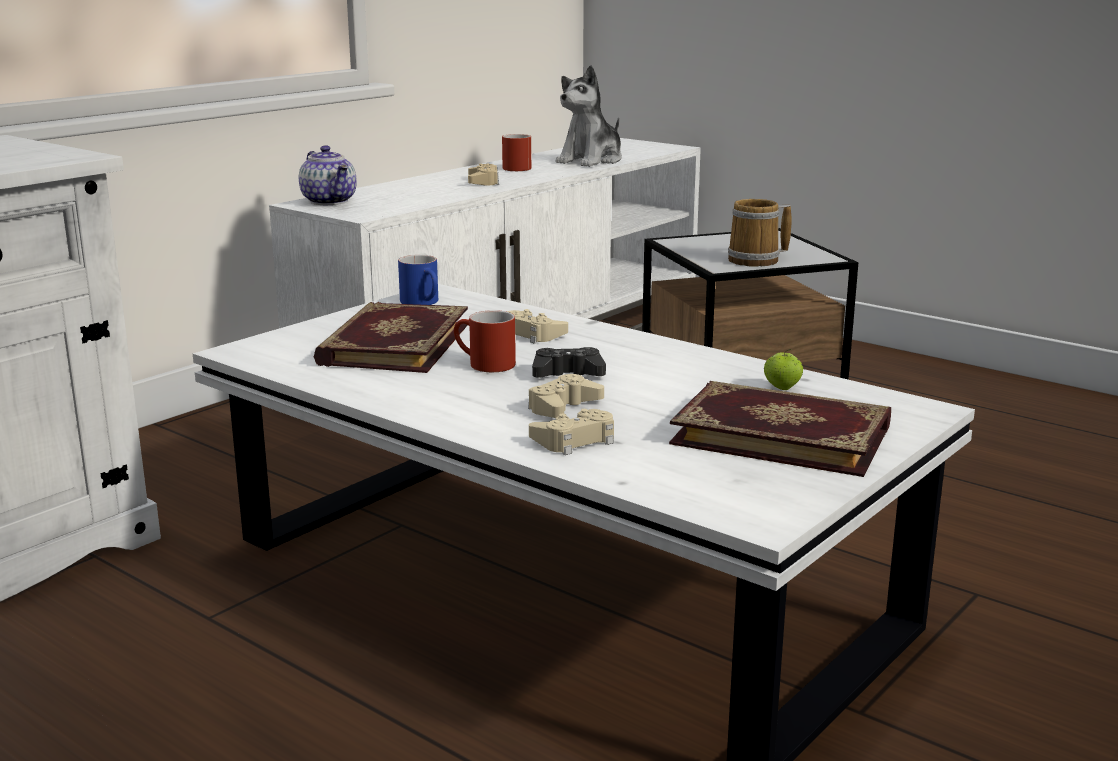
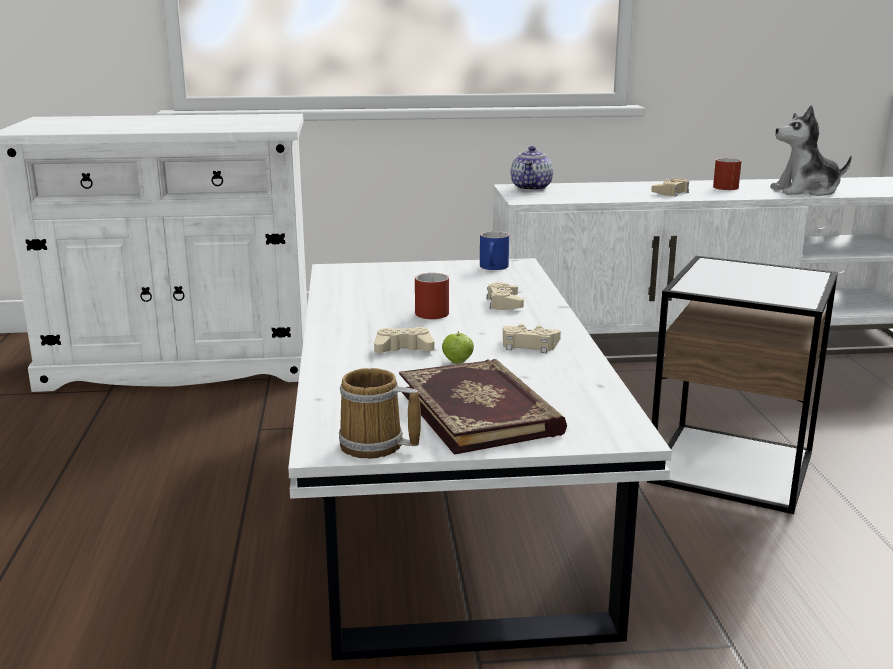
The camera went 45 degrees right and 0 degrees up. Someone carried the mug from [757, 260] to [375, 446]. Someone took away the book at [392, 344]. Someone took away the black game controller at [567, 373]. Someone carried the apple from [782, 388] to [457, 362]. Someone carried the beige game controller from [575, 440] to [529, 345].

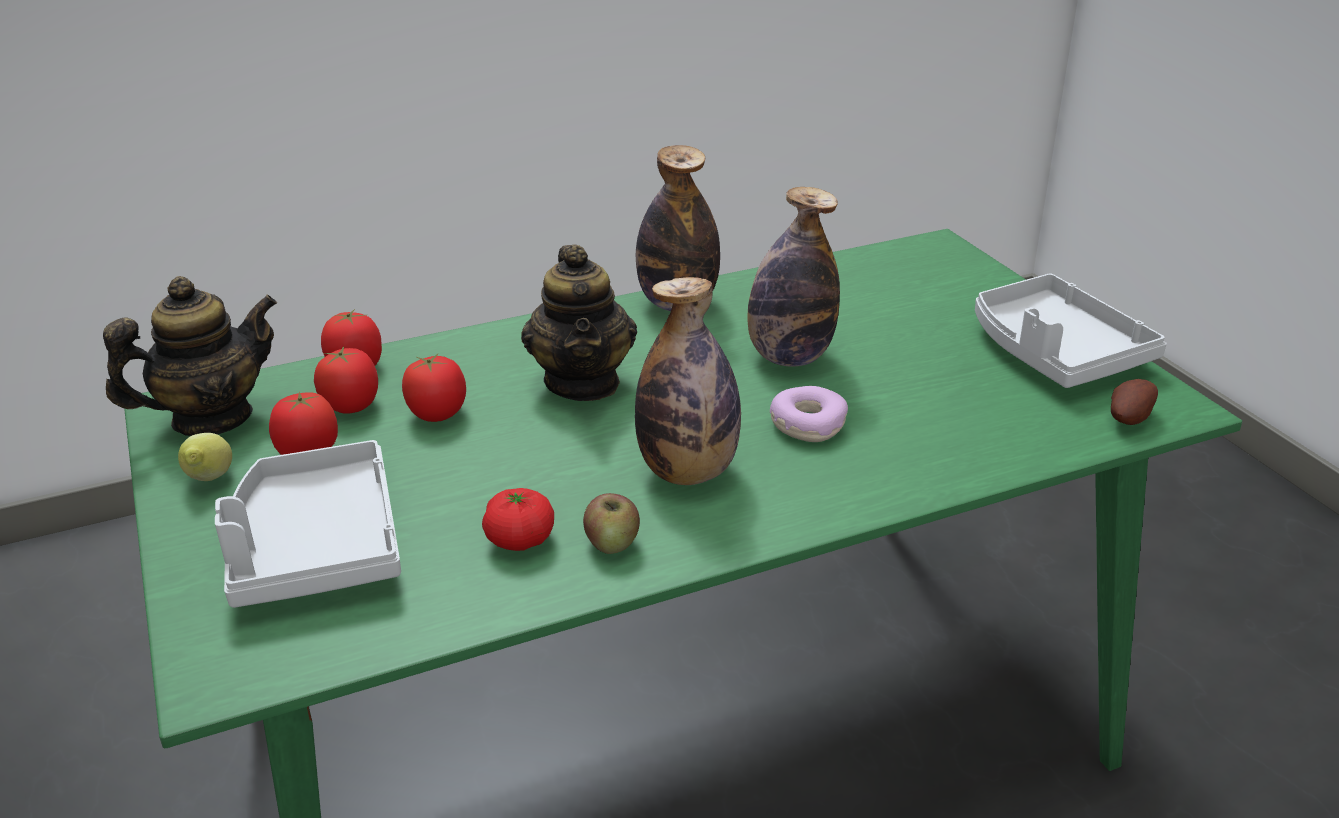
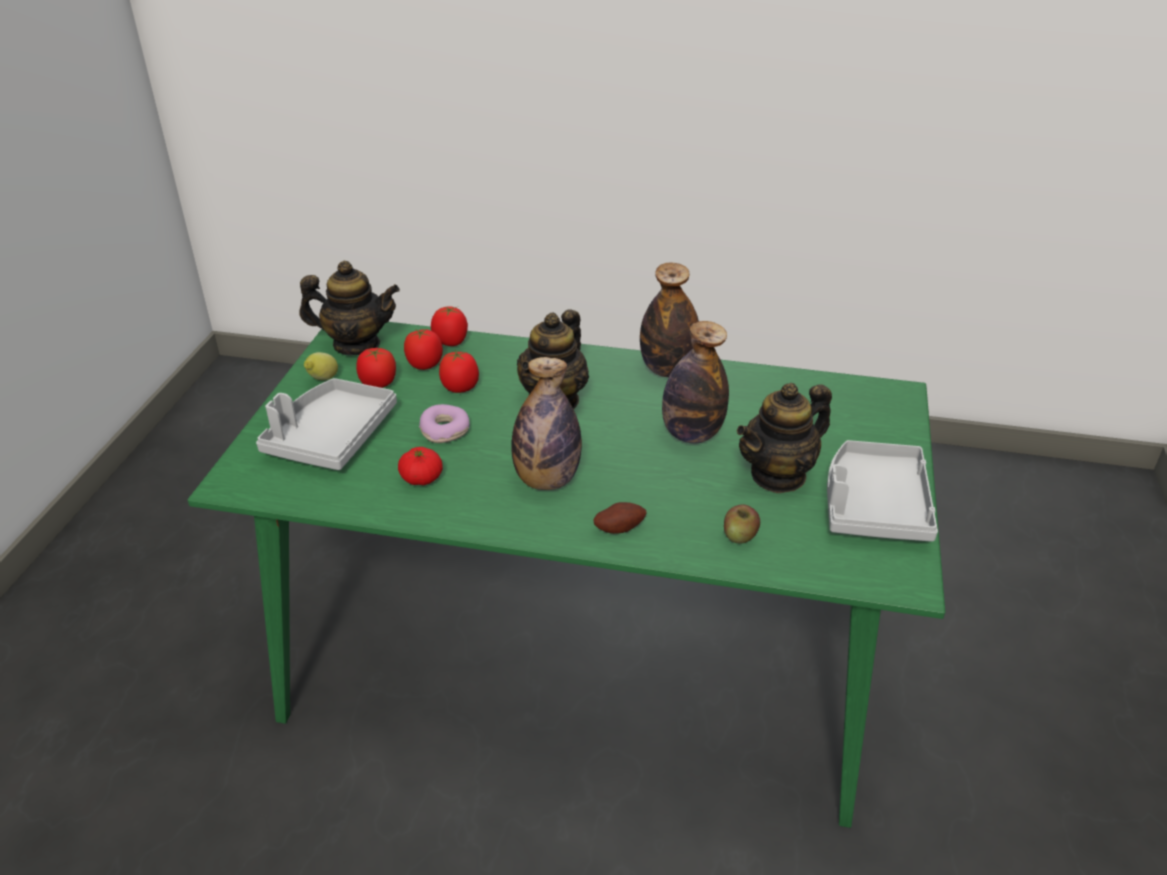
The camera went 35 degrees right and 5 degrees up. Someone carried the potato from [1128, 417] to [619, 527]. Someone carried the donut from [807, 424] to [445, 430]. Someone carried the apple from [612, 543] to [740, 536]. Someone put down the teapot at [778, 475].

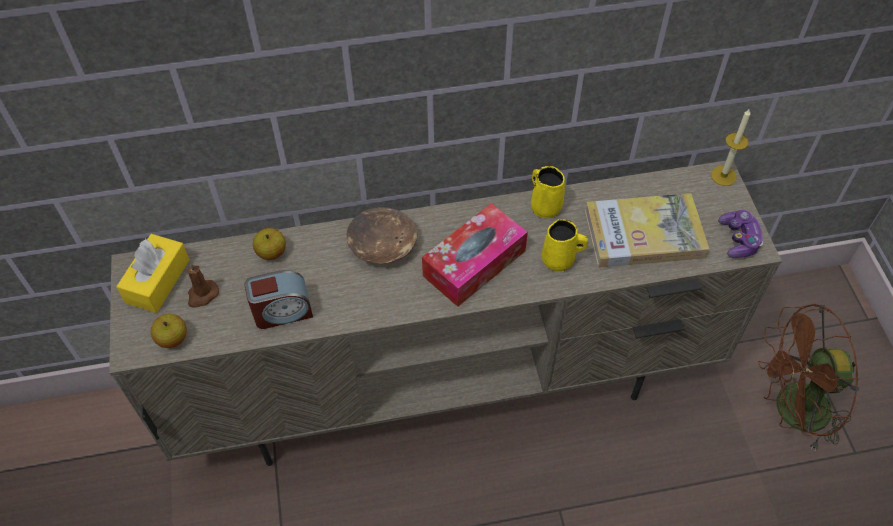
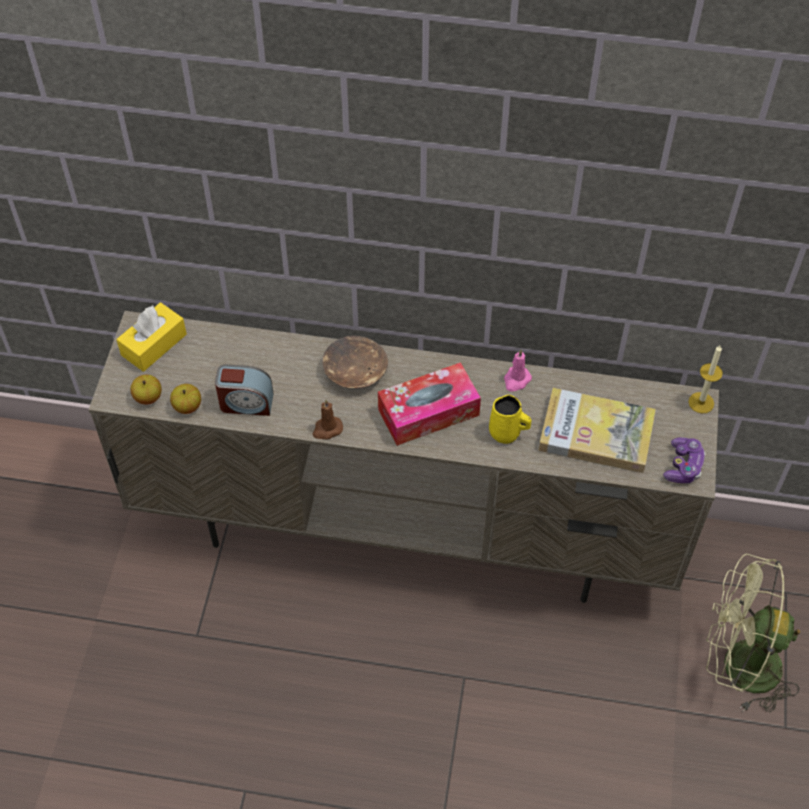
The camera went 20 degrees right and 0 degrees up. Someone swapped the yellow mug at [544, 206] for the pink candle at [516, 380]. Someone carried the apple from [271, 252] to [187, 407]. Someone carried the brown candle from [202, 295] to [327, 429]. Someone repainted the brown fan at [791, 411], which became the green fan at [738, 666].

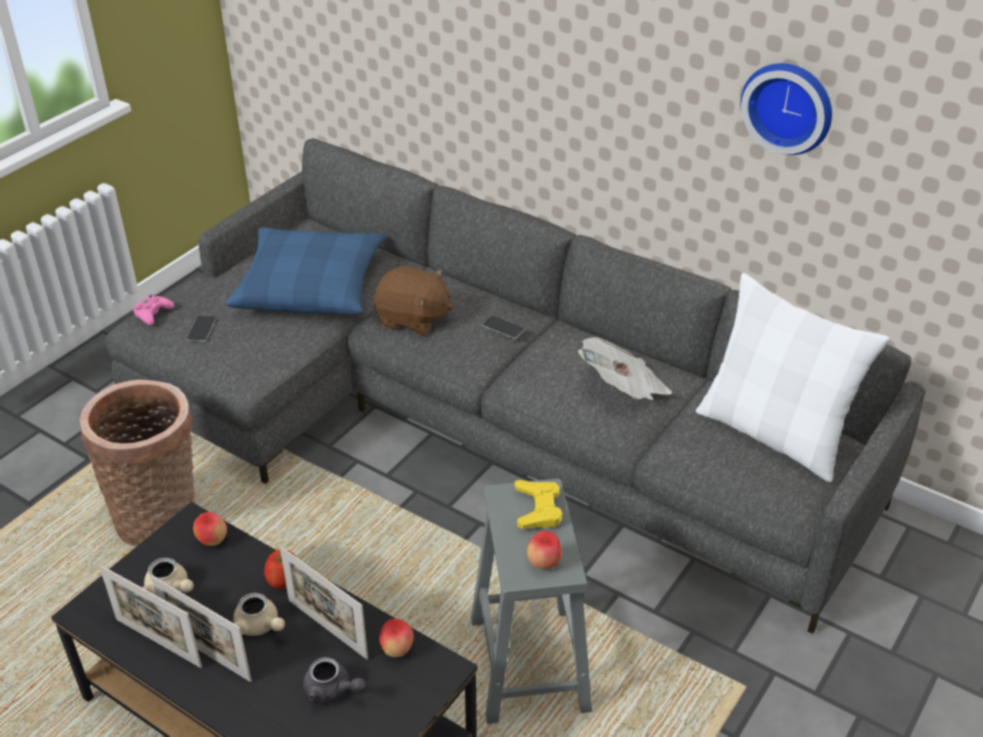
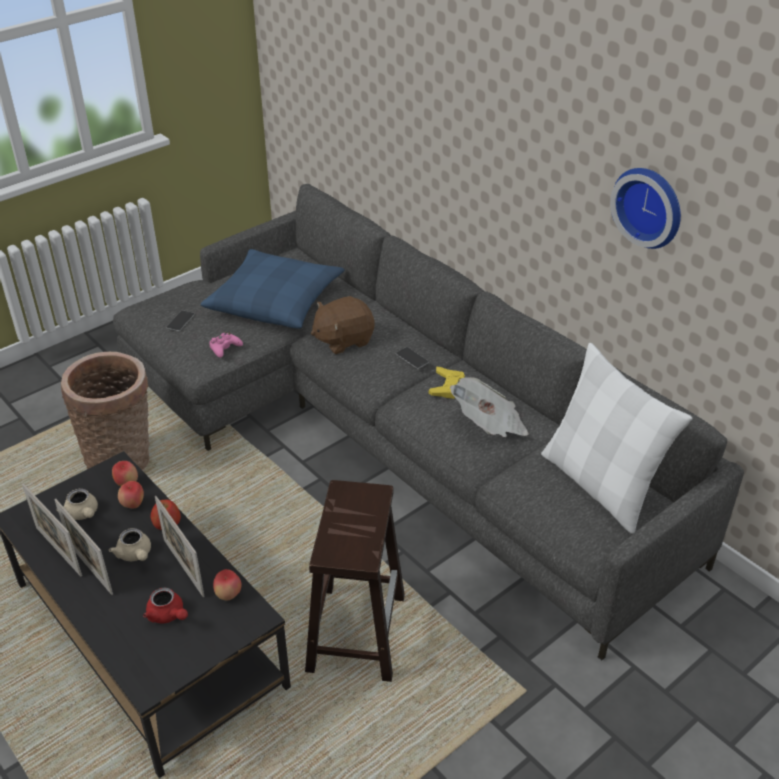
The camera went 15 degrees right and 0 degrees up. Someone rotated the brown plush toy at [413, 319] by 120 degrees clockwise. Someone carried the pink game controller from [153, 314] to [225, 348]. Someone repainted the grey stool at [528, 662], which became the brown stool at [356, 631]. Someone carried the yellow game controller from [538, 509] to [447, 386]. Someone carried the apple from [544, 563] to [133, 505]. Someone repainted the grey teapot at [332, 691], which became the red teapot at [168, 615].

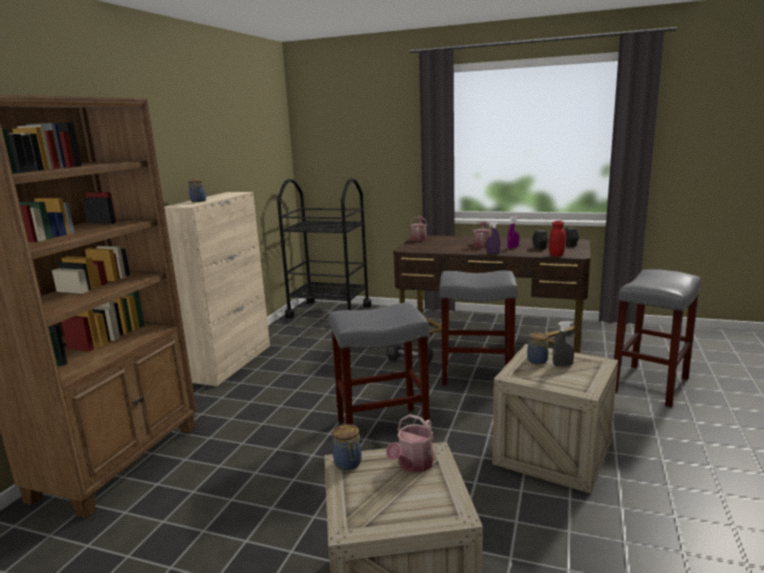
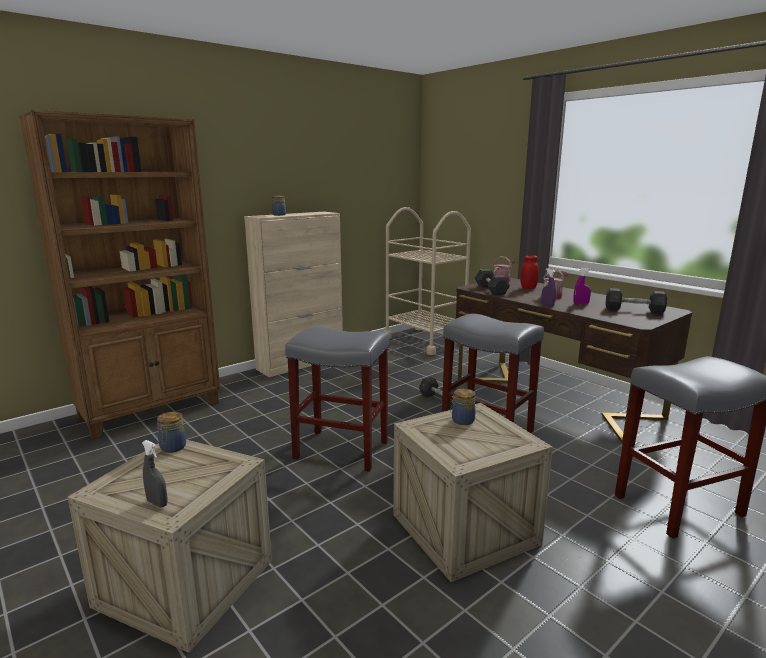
The camera went 30 degrees right and 0 degrees up. Someone repainted the black cart at [329, 311], which became the beige cart at [425, 340]. Someone carried the red jar from [556, 255] to [528, 288]. Someone carried the grey spray bottle from [562, 365] to [157, 503]. Someone took away the watering can at [413, 465]. Someone put down the grey dumbbell at [491, 290].

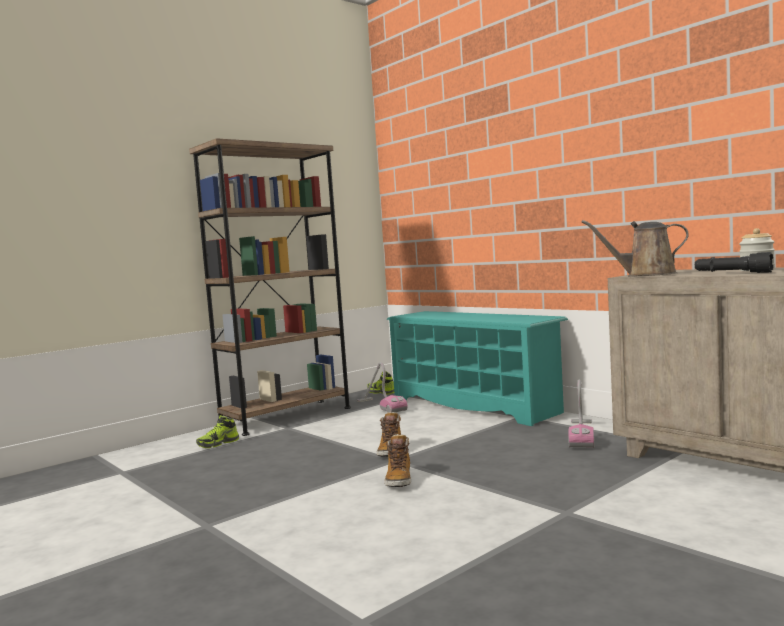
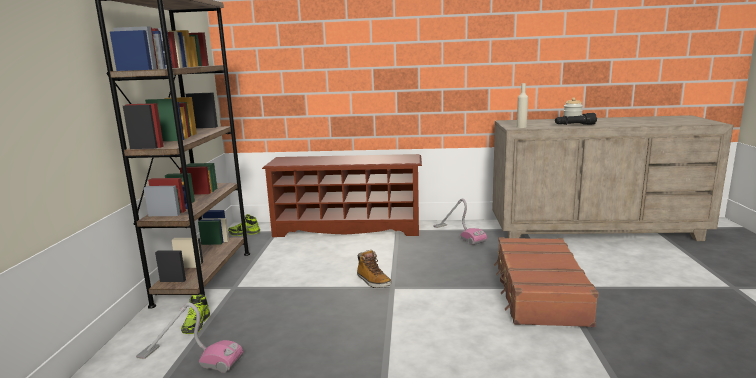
The camera went 45 degrees left and 10 degrees up. Someone swapped the brown watering can at [646, 275] for the beige bottle at [521, 127]. Someone repainted the turquoise shoe rack at [475, 405], which became the brown shoe rack at [348, 228]. Someone carried the vacuum cleaner from [380, 406] to [189, 358]. Someone took away the boot at [399, 480]. Someone put down the brown suitcase at [538, 292].

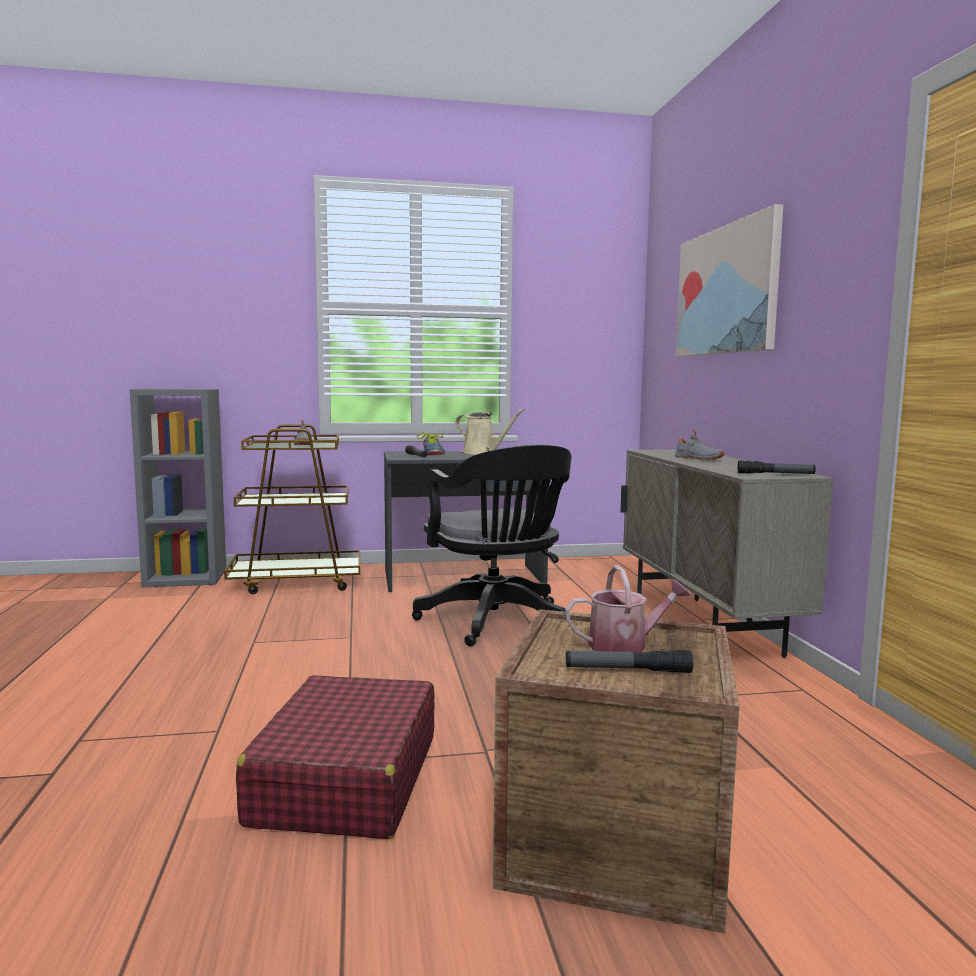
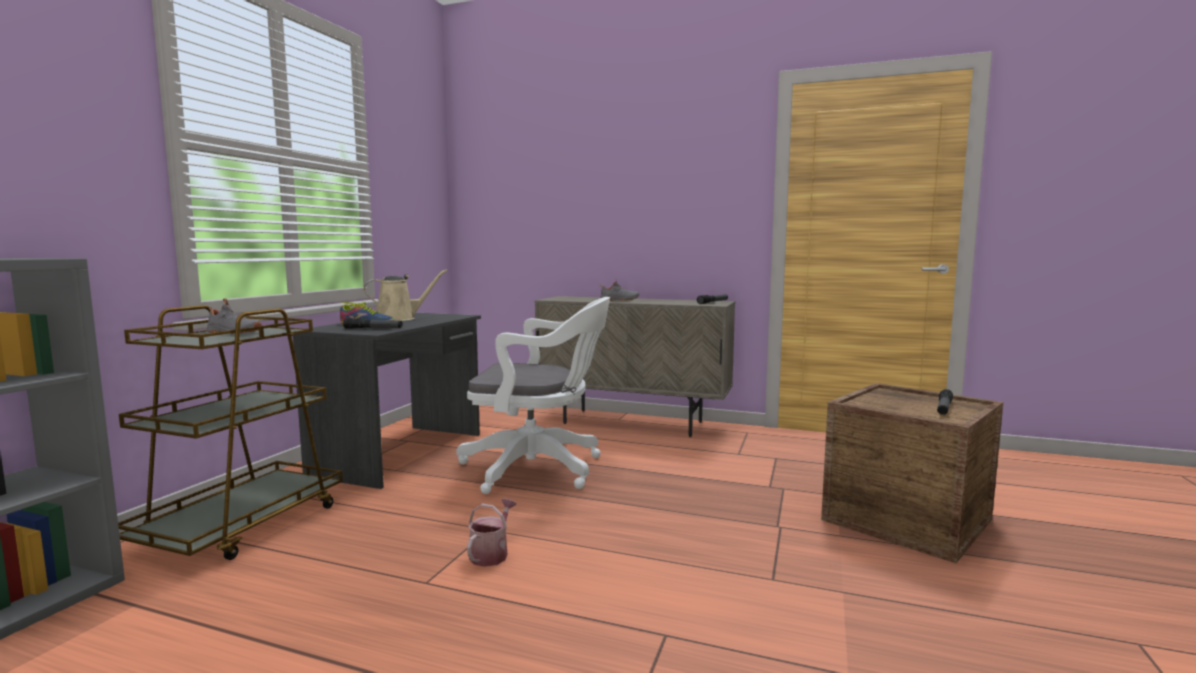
The camera went 60 degrees left and 0 degrees up. Someone took away the picture at [727, 291]. Someone repainted the black office chair at [496, 623], which became the white office chair at [539, 469]. Someone carried the watering can from [625, 645] to [491, 554]. Someone took away the red suitcase at [345, 779].

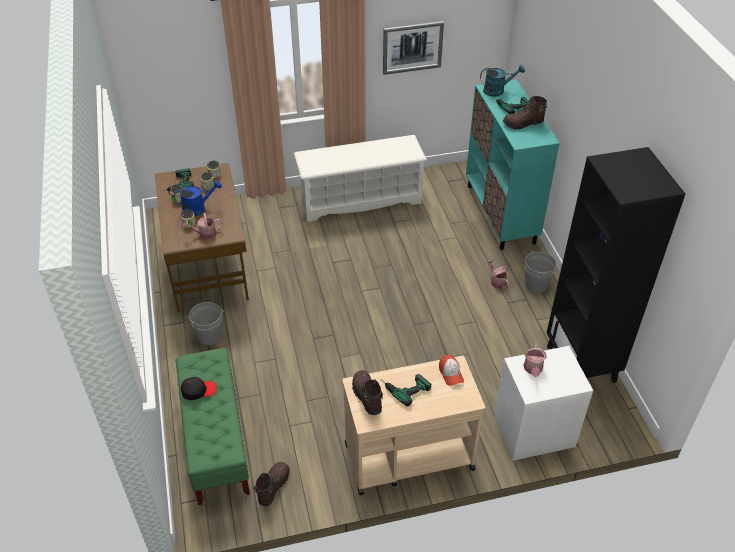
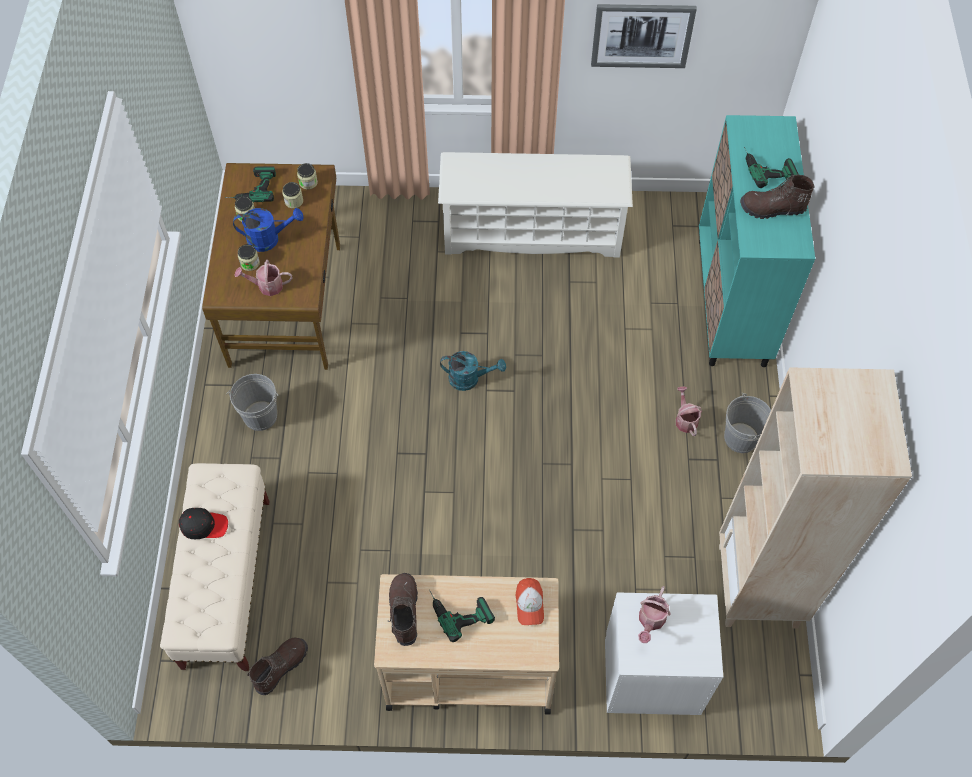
The camera went 15 degrees right and 15 degrees up. Someone carried the turquoise watering can from [497, 90] to [470, 379]. Someone repainted the black bookcase at [581, 364], which became the beige bookcase at [758, 586]. Someone repainted the green bench at [216, 441], which became the beige bench at [227, 582].

